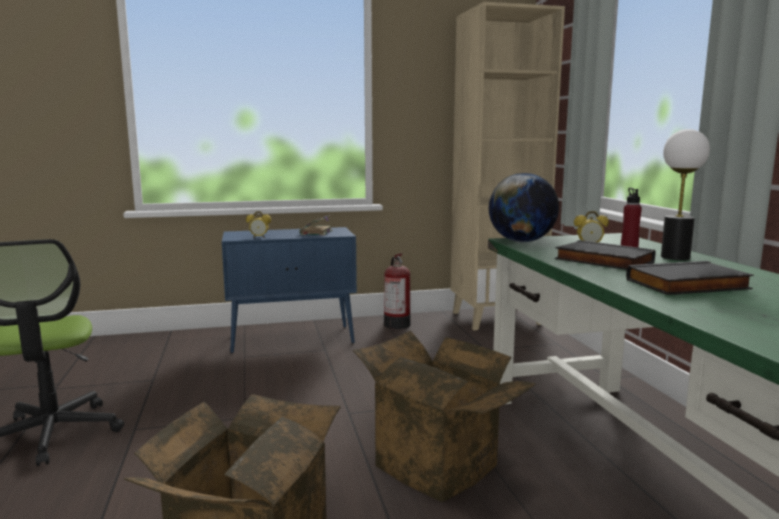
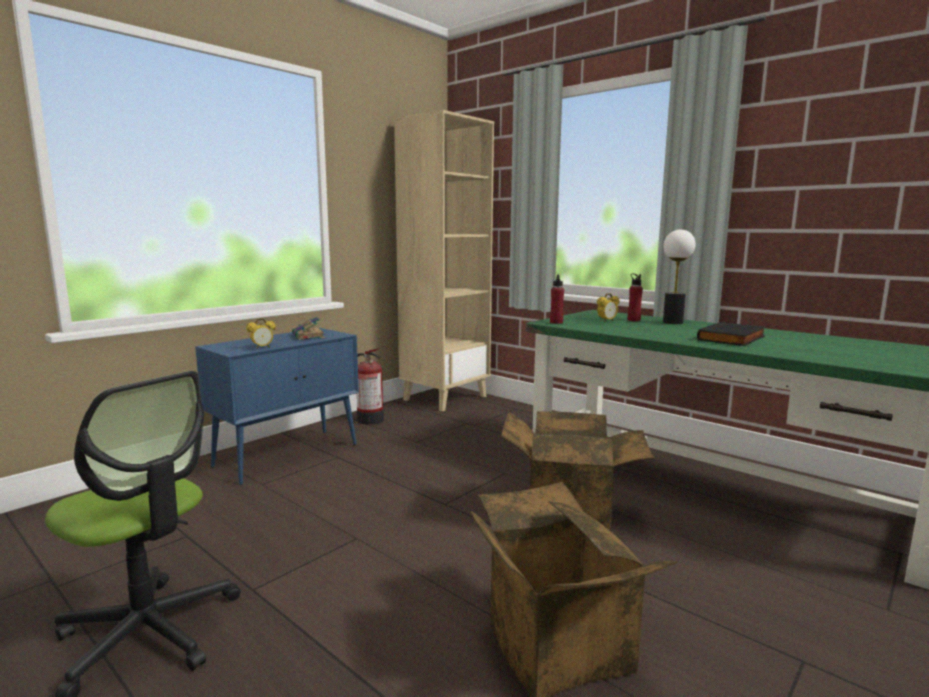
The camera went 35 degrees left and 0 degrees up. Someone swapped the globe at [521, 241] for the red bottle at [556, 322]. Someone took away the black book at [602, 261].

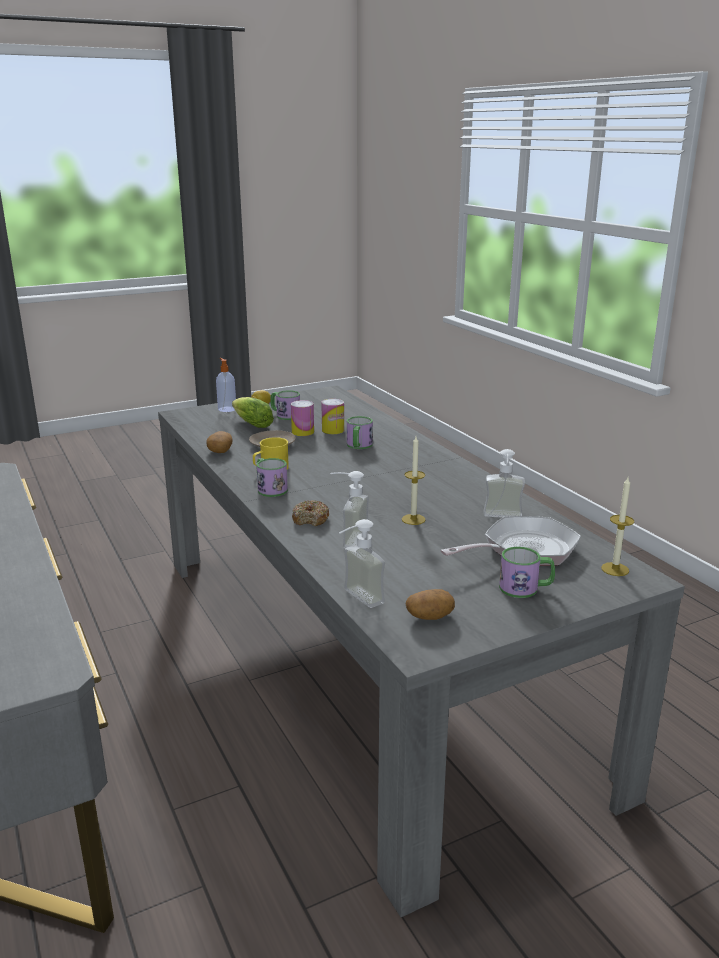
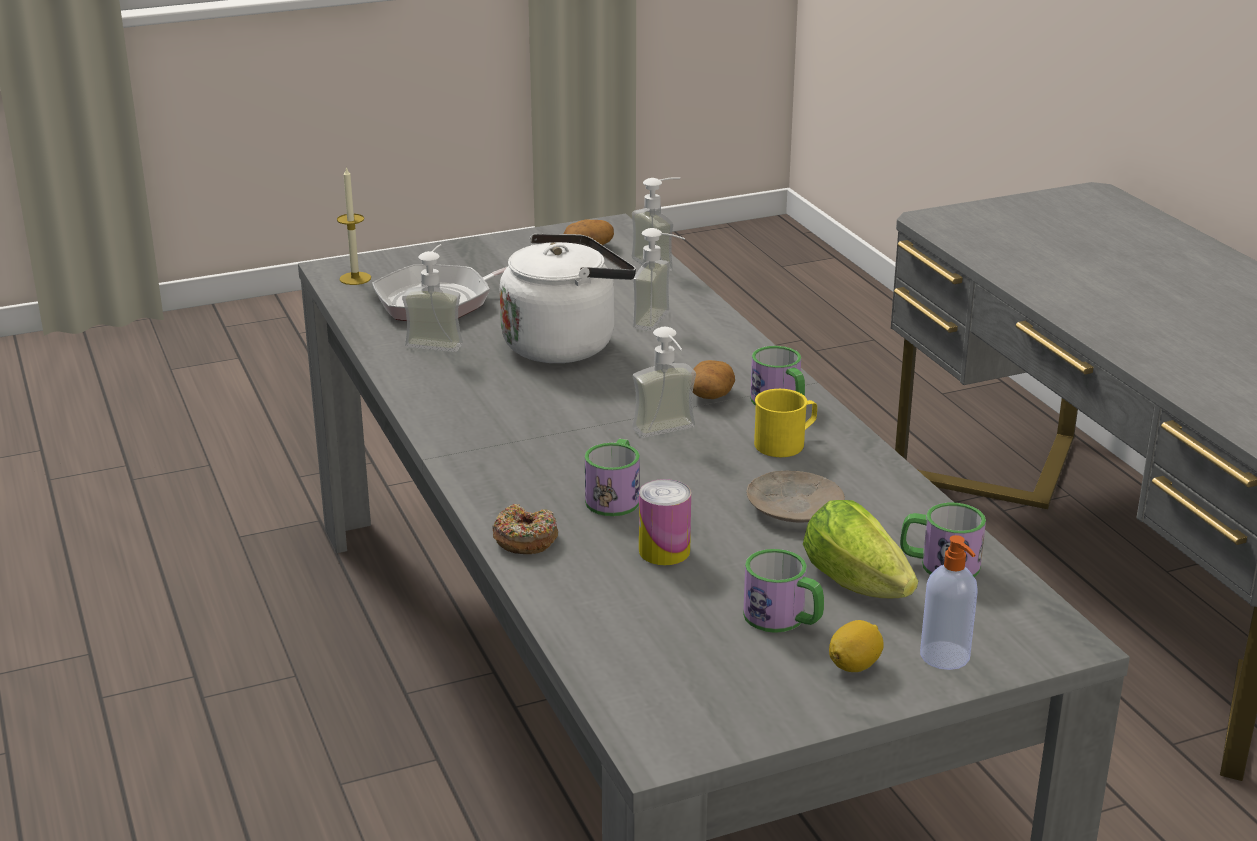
The camera went 175 degrees left and 5 degrees up. Someone took away the can at [303, 432]. Someone carried the potato from [220, 450] to [711, 395]. Someone swapped the candle at [413, 519] for the white kettle at [564, 344]. Someone carried the donut from [311, 519] to [525, 539]. Someone carried the mug from [525, 588] to [939, 564]. Someone put down the soap dispenser at [669, 434].

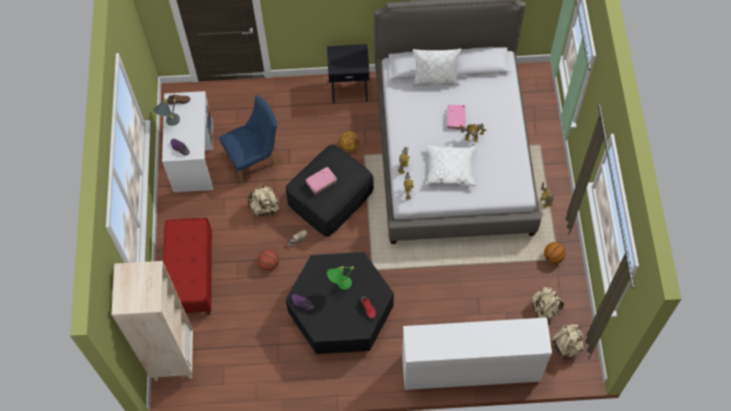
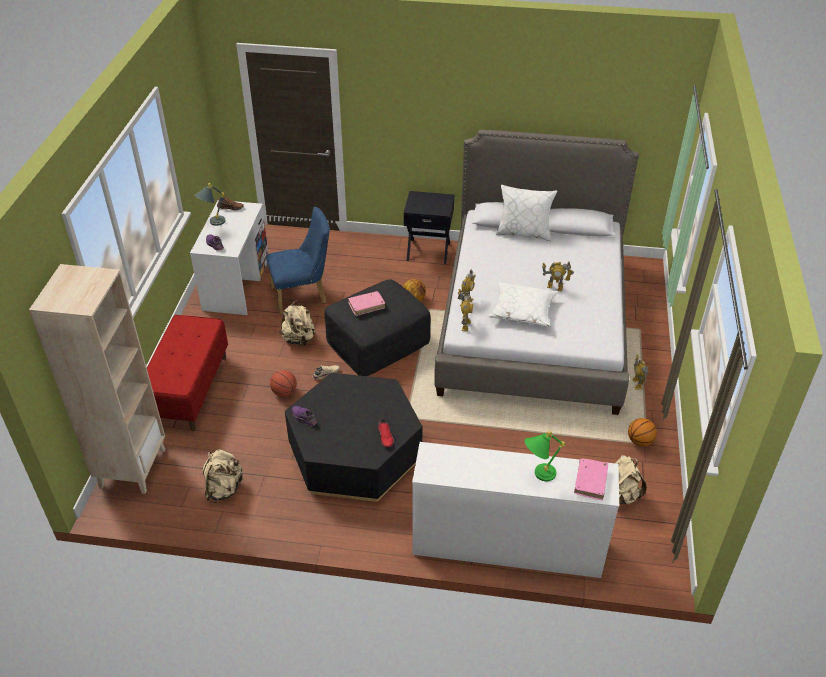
The camera went 10 degrees right and 20 degrees down. Someone carried the pink book from [456, 118] to [590, 482]. Someone carried the green table lamp from [339, 285] to [537, 475]. Someone carried the beige backpack from [566, 345] to [224, 489].

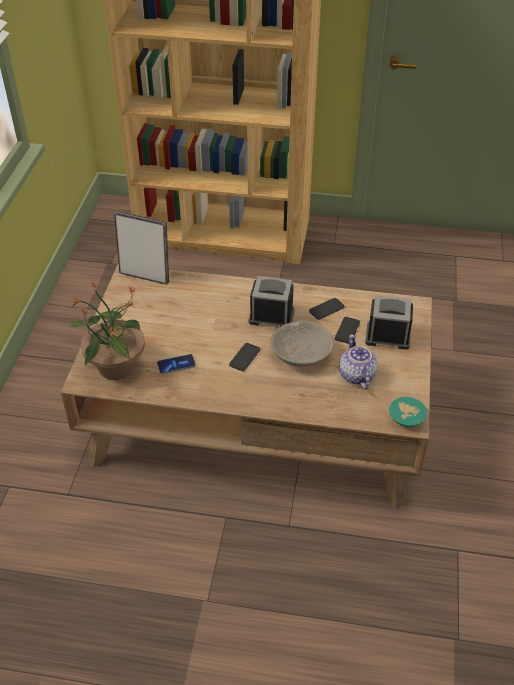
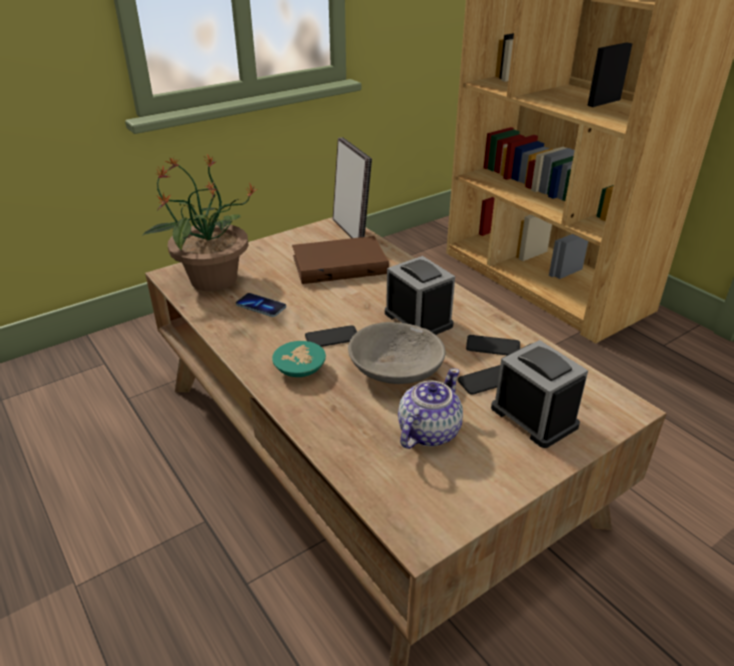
The camera went 45 degrees right and 10 degrees down. Someone carried the turquoise bowl from [405, 417] to [300, 368]. Someone put down the brown book at [340, 264].

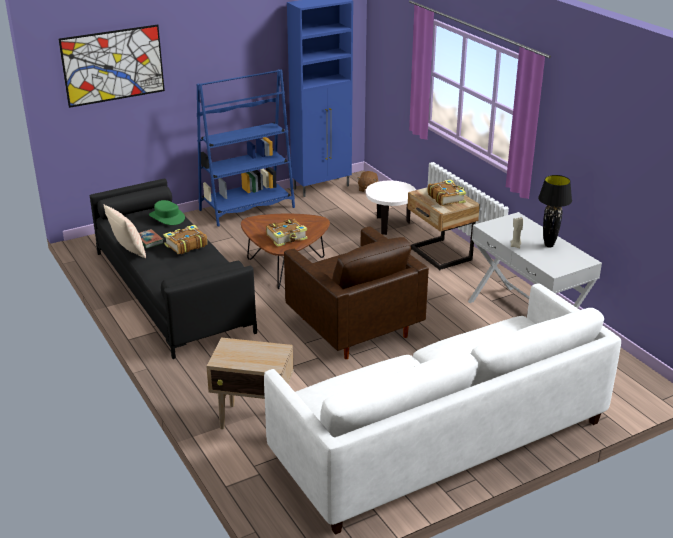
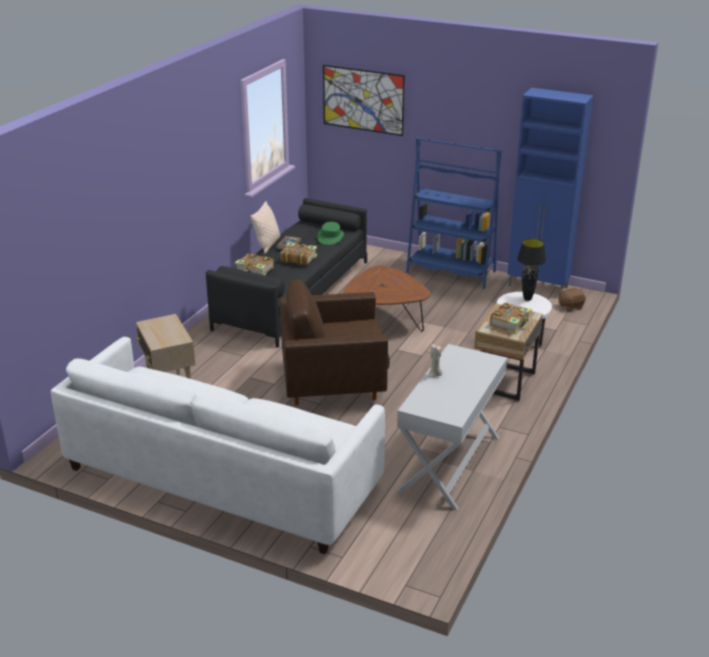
The camera went 55 degrees right and 0 degrees up. Someone carried the black table lamp from [549, 245] to [527, 299]. Someone carried the book from [287, 237] to [255, 271]. Someone rotated the brown armchair at [353, 327] by 60 degrees clockwise.

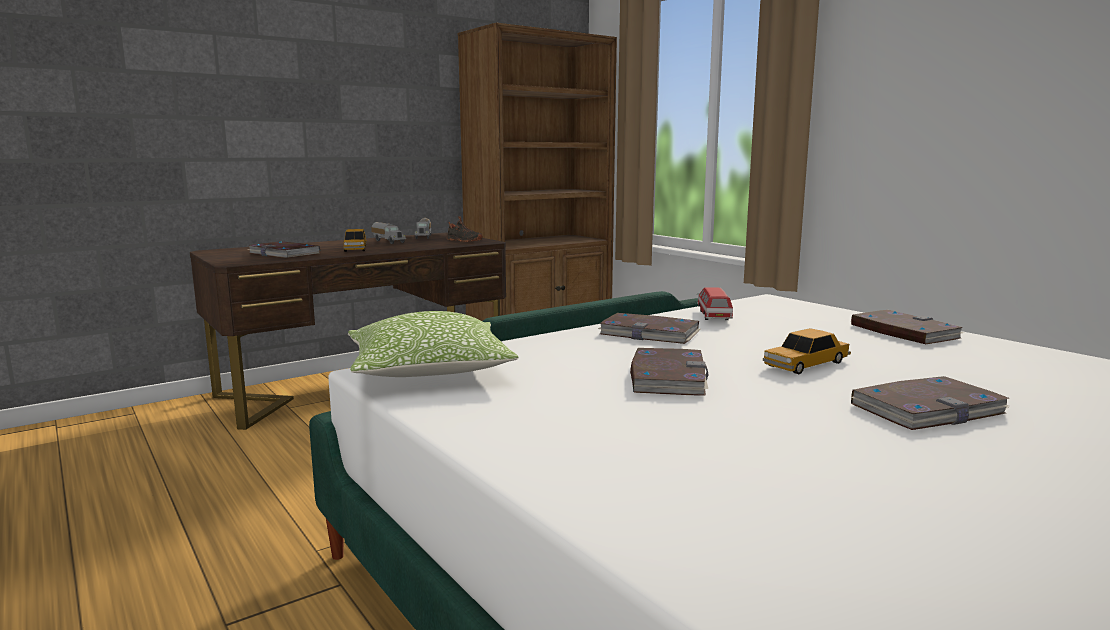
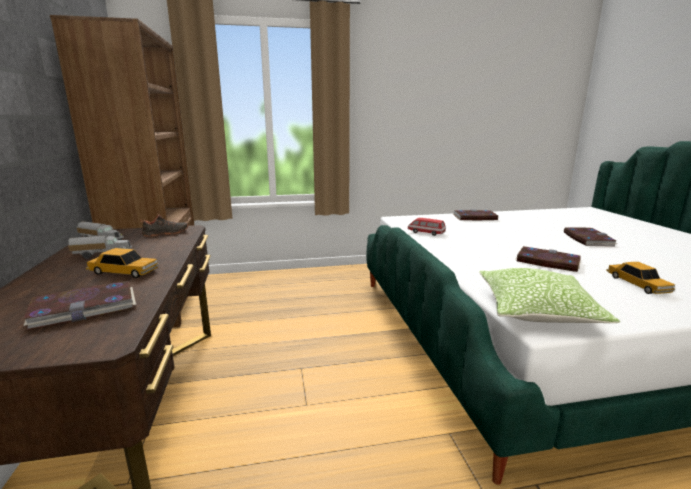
The camera went 65 degrees left and 5 degrees up. Someone took away the book at [650, 333]. Someone carried the toy car from [806, 364] to [637, 284].

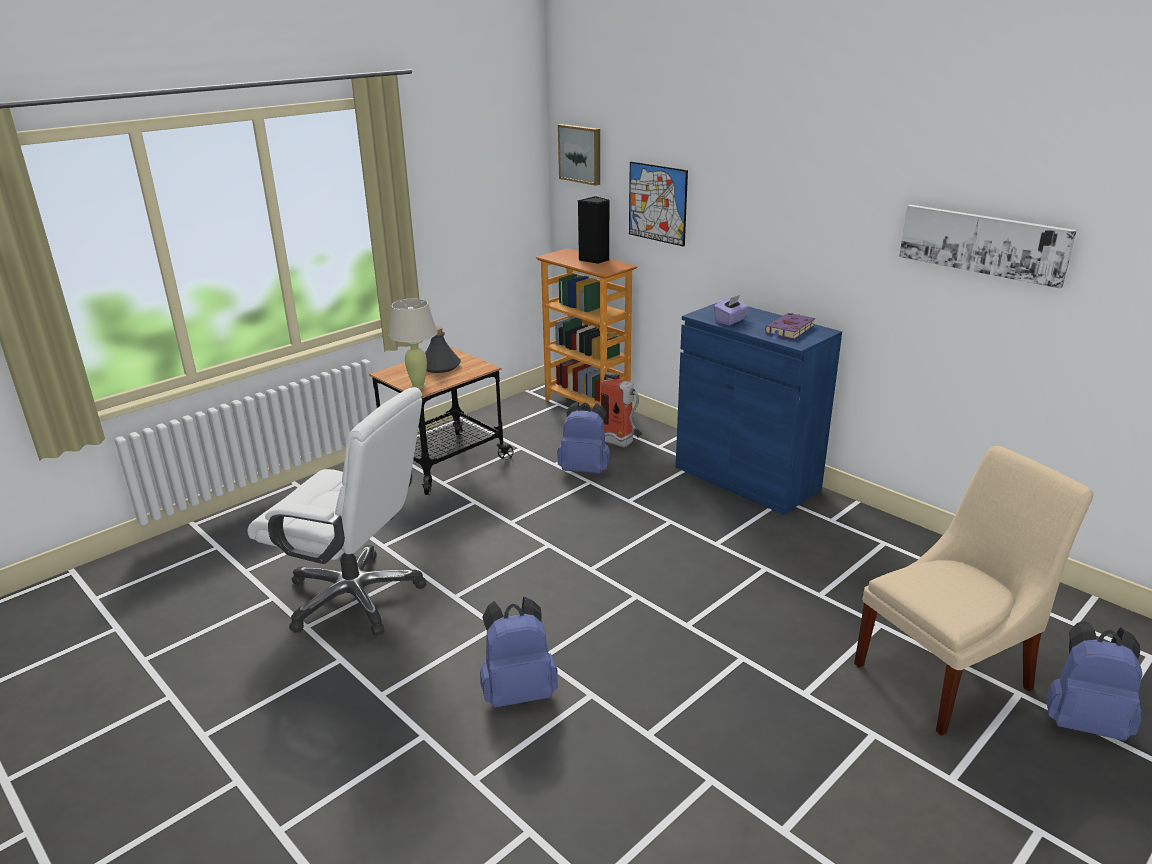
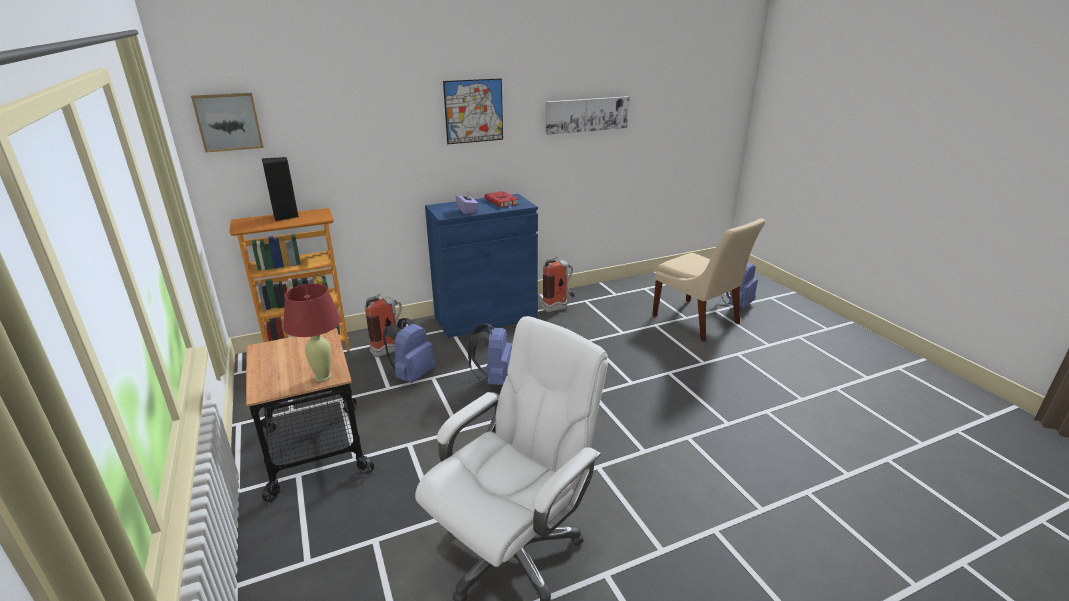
The camera went 70 degrees left and 0 degrees up. Someone carried the picture from [657, 203] to [474, 111]. Someone repainted the beige table lamp at [418, 386], which became the red table lamp at [323, 377]. Someone repainted the purple book at [789, 330], which became the red book at [502, 202]. Someone took away the grey bottle at [440, 366]. Someone rotated the beige chair at [948, 673] by 150 degrees clockwise. Someone carried the blue backpack from [518, 692] to [494, 380]. Someone put down the fire extinguisher at [559, 308].

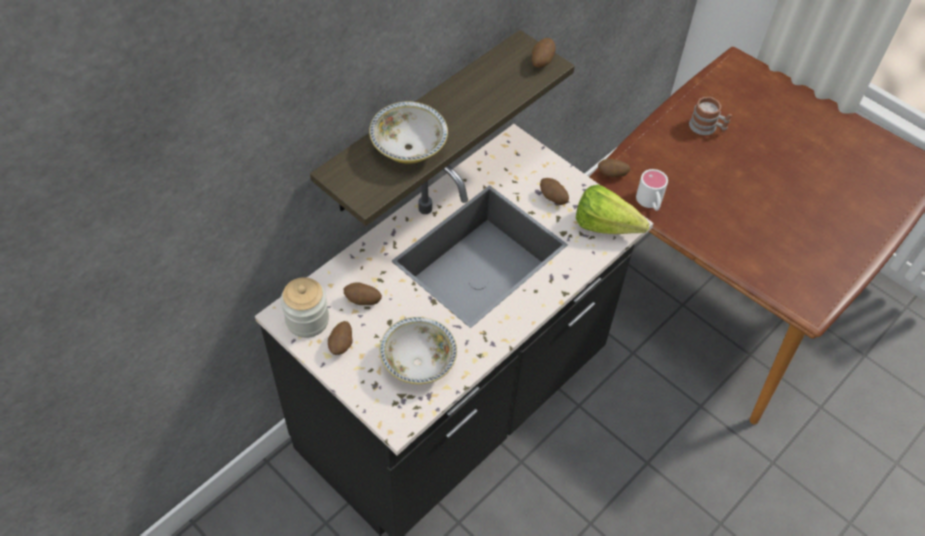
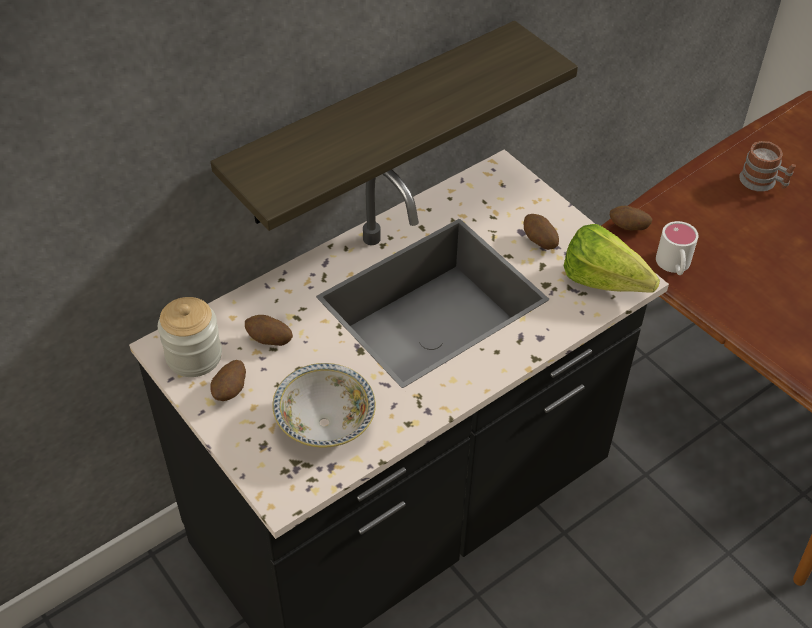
The camera went 10 degrees right and 5 degrees down. Someone took away the potato at [541, 61]. Someone took away the bowl at [409, 148].

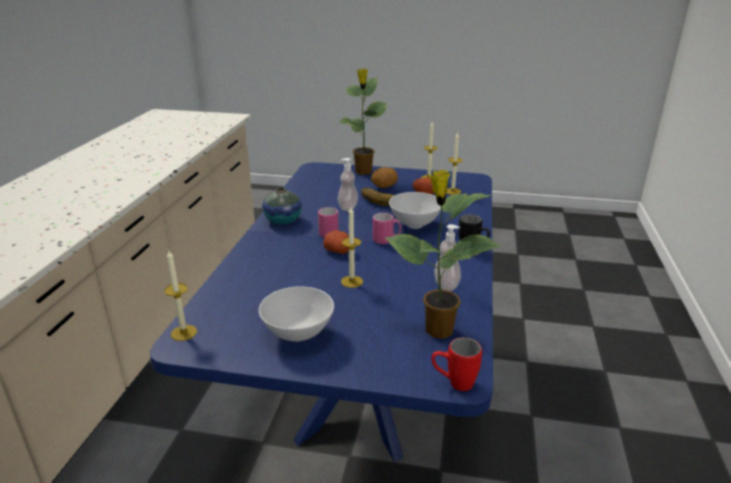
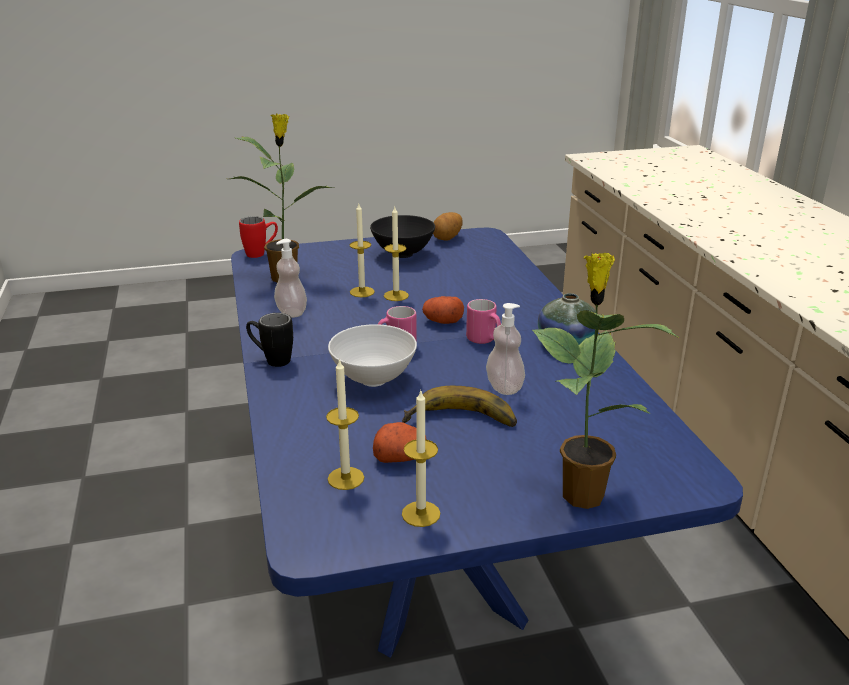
The camera went 155 degrees right and 0 degrees up. Someone carried the potato from [384, 187] to [447, 238]. Someone carried the candle from [184, 333] to [362, 292]. Someone repainted the white bowl at [297, 334], which became the black bowl at [403, 254].

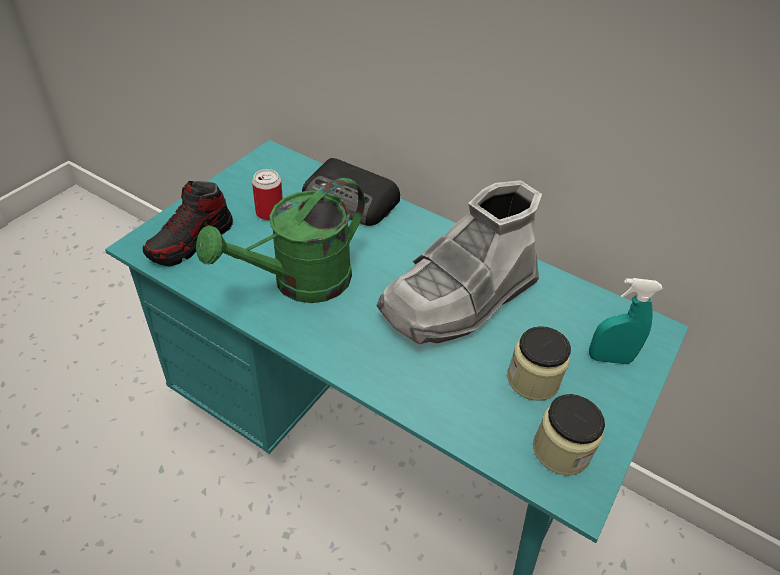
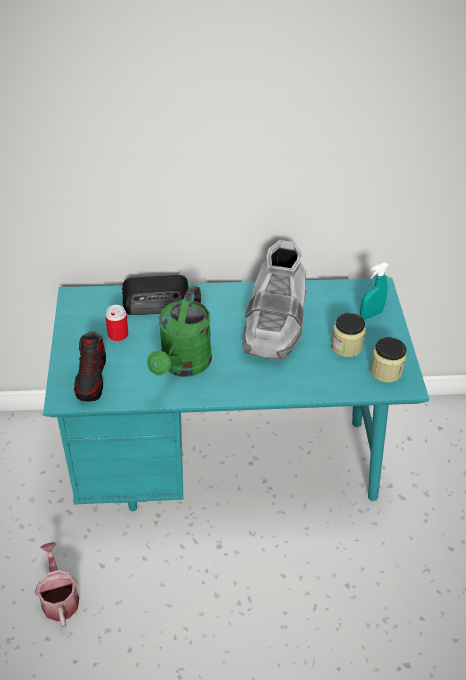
The camera went 35 degrees left and 0 degrees up. Someone put down the watering can at [59, 597].

